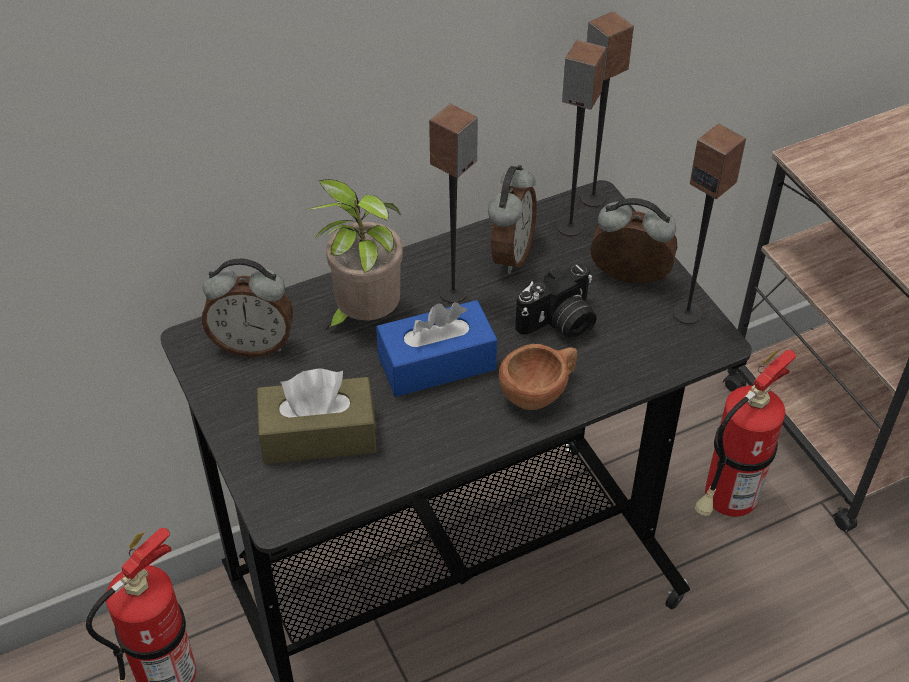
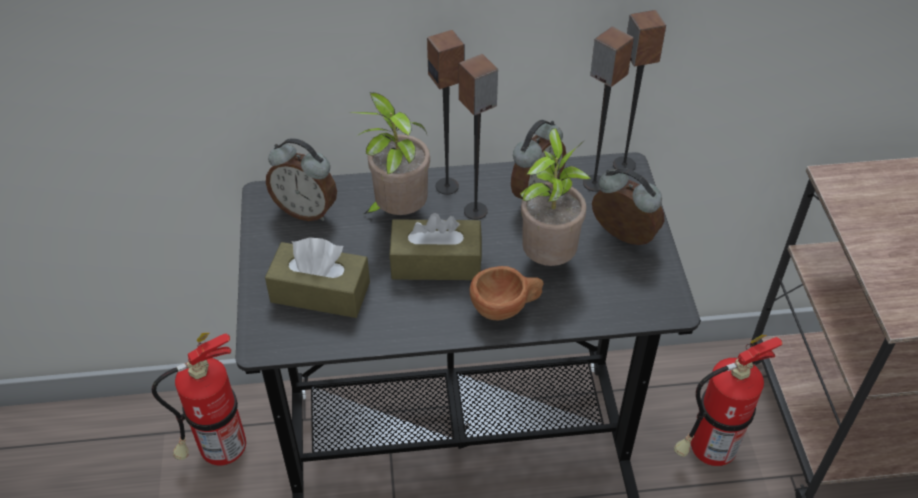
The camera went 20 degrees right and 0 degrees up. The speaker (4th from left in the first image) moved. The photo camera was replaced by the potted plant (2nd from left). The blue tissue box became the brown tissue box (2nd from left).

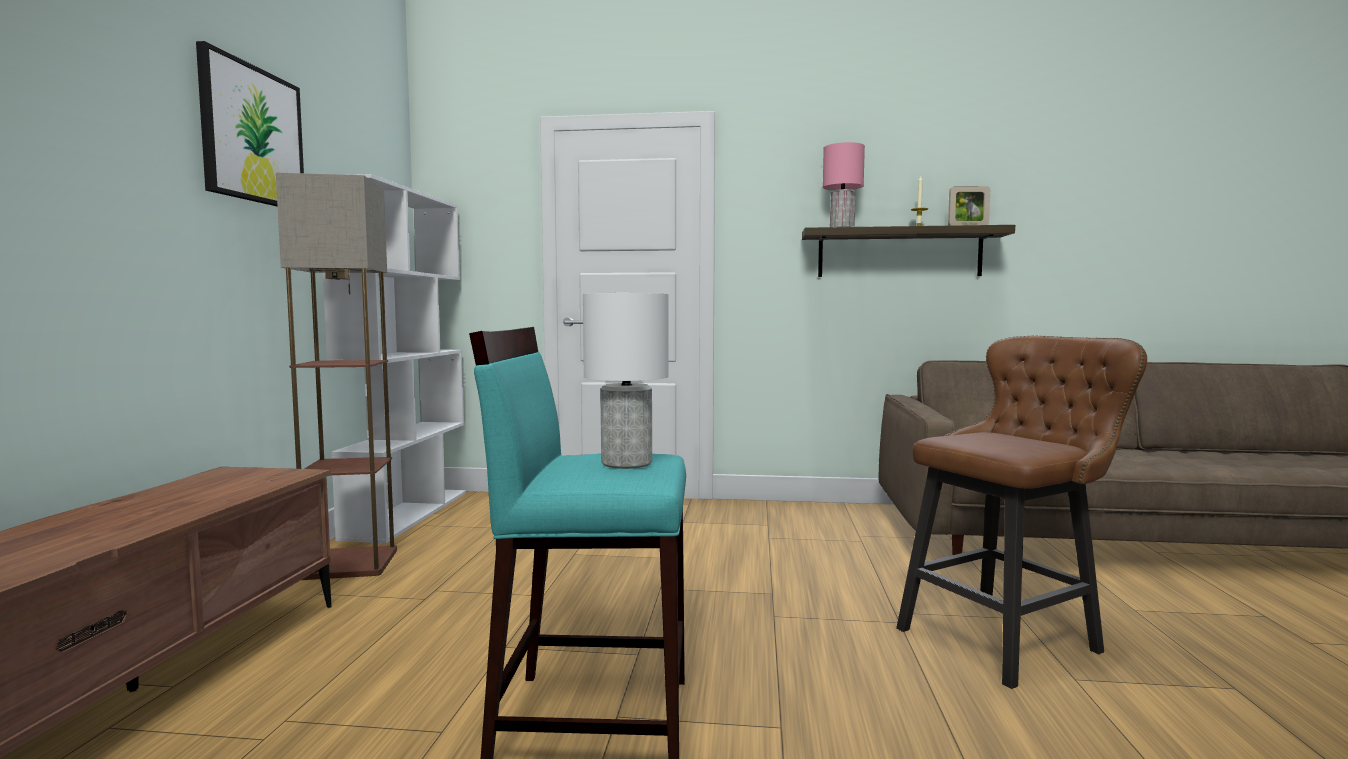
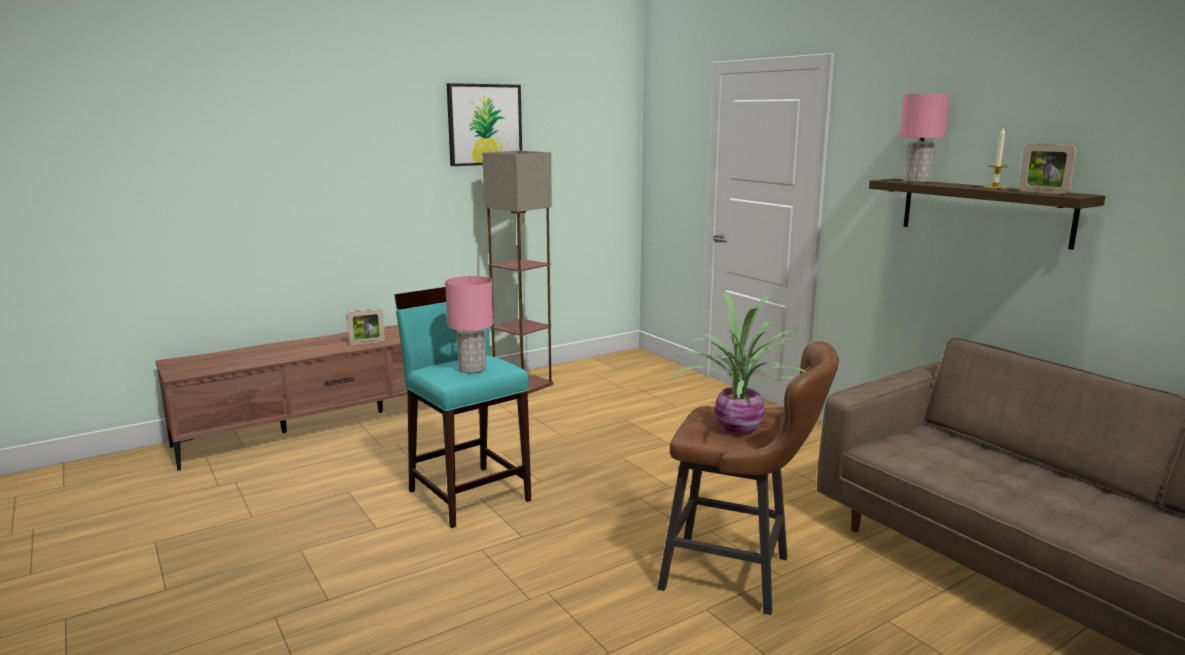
The camera went 50 degrees right and 10 degrees up. The white bookcase disappeared. The white table lamp became the pink table lamp (1st from left). The potted plant appeared. The picture frame (1st from left) appeared.

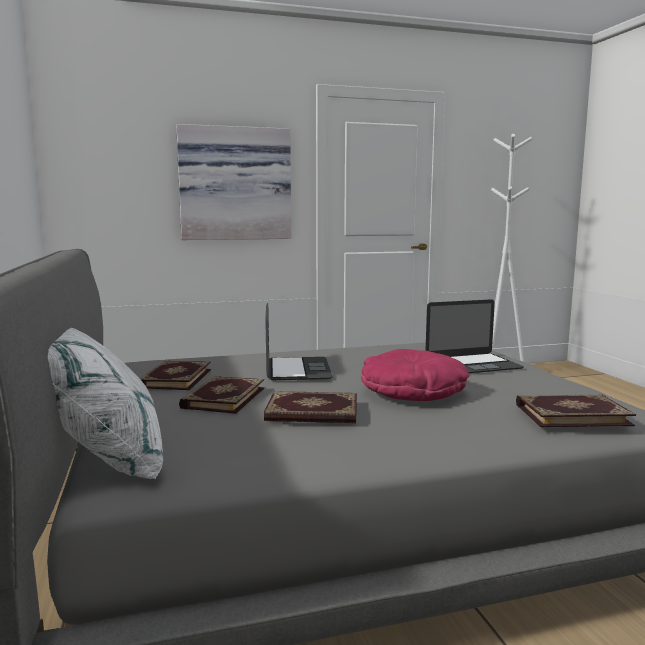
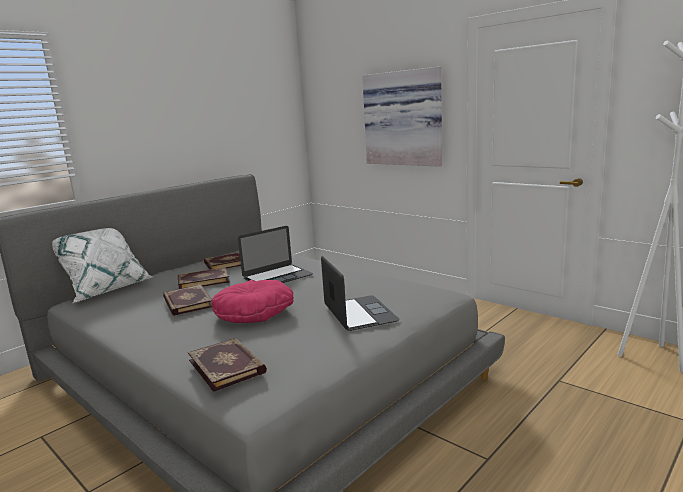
The camera went 60 degrees right and 5 degrees up. The laptop (2nd from left) turned 150 degrees counterclockwise.

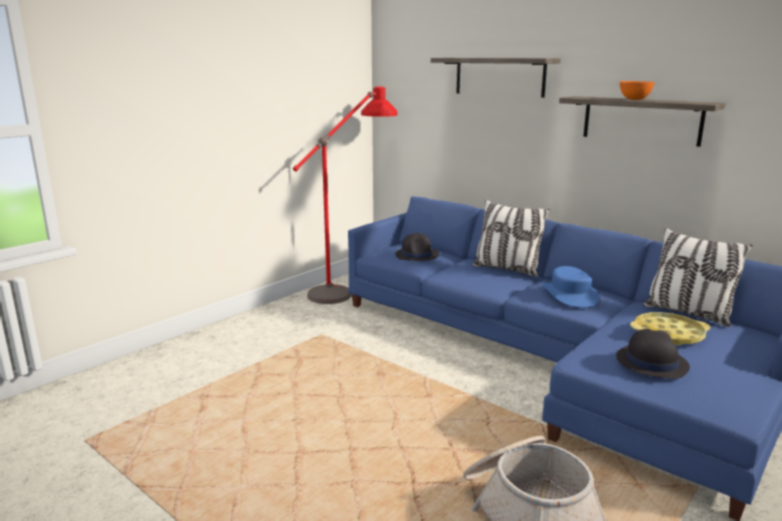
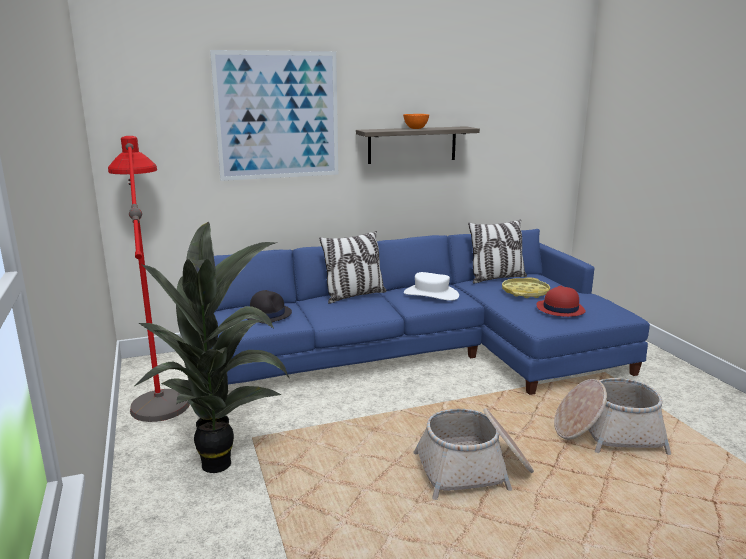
The camera went 60 degrees left and 0 degrees up. The shelf (1st from left) was replaced by the picture. The blue hat became the white hat. The black hat (2nd from left) became the red hat. The potted plant appeared. The basket (1st from left) appeared.

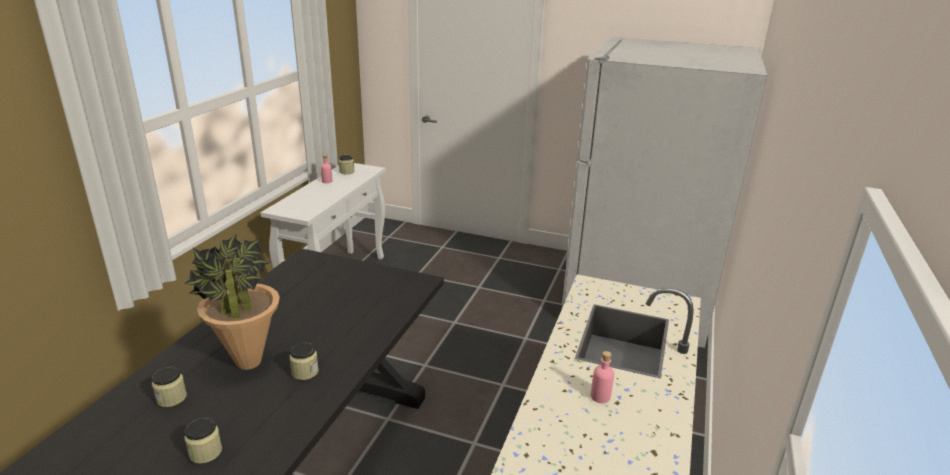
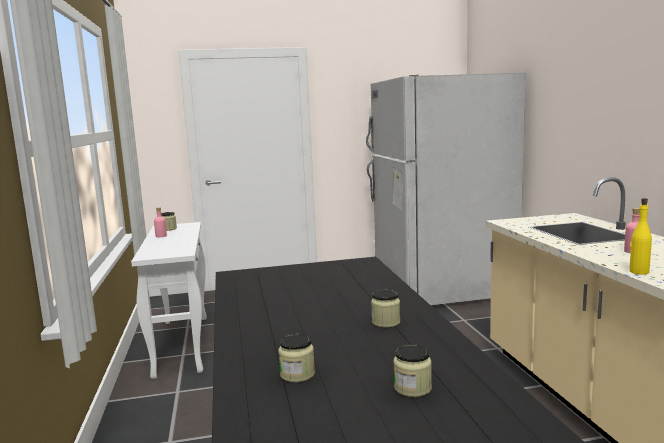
The camera went 30 degrees left and 15 degrees down. The potted plant disappeared. The yellow bottle appeared.

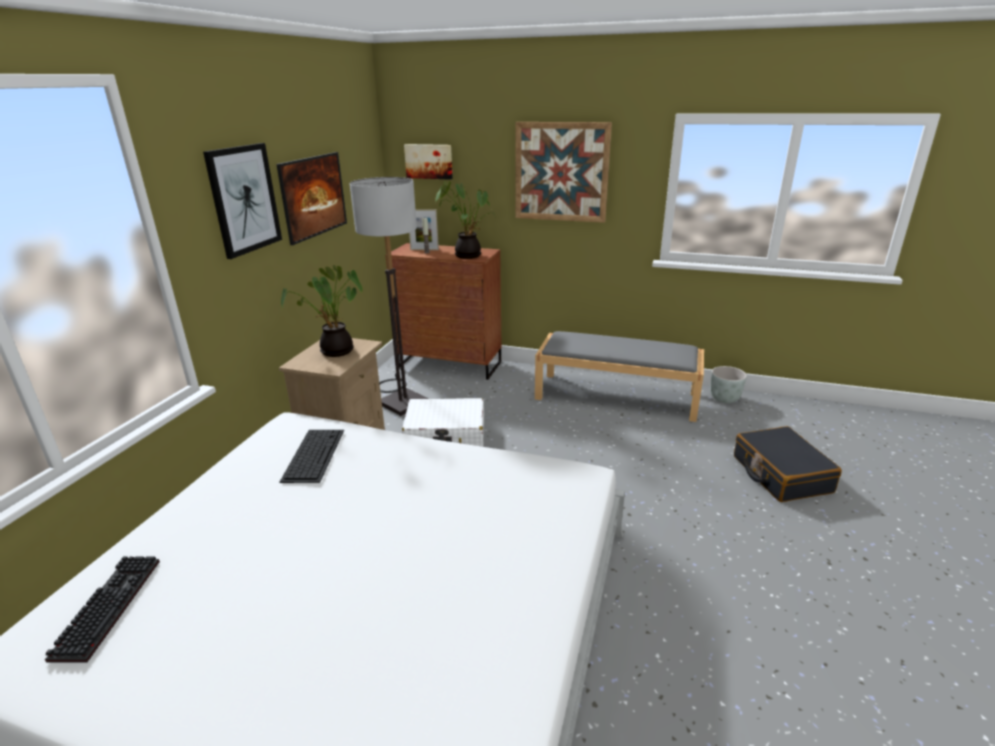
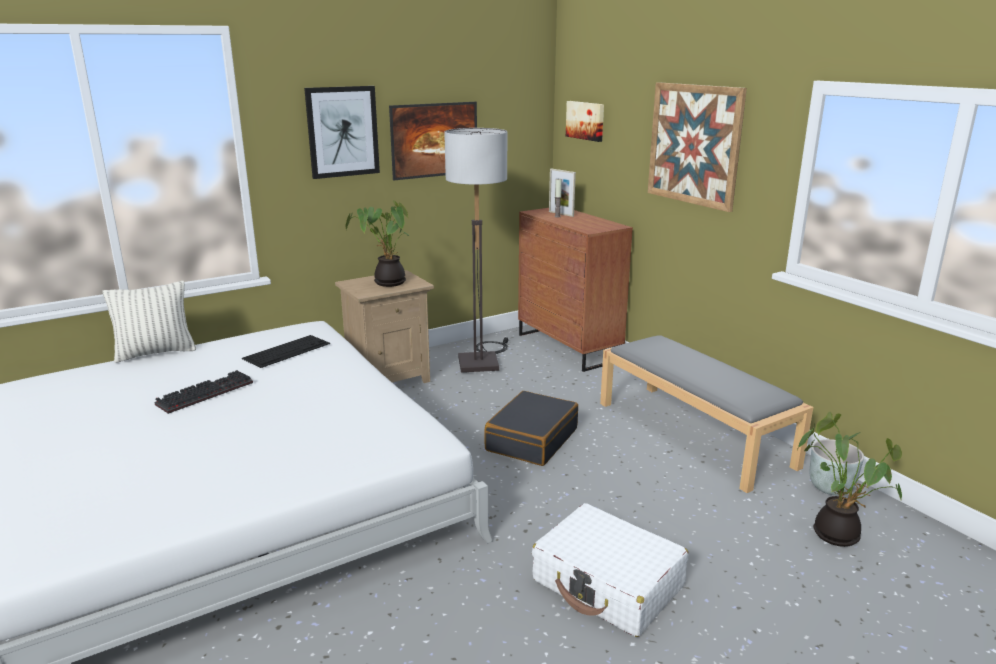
The camera went 40 degrees right and 5 degrees down. The potted plant (2nd from left) moved. The white suitcase moved. The black suitcase moved. The keyboard (1st from left) moved. The pillow appeared.

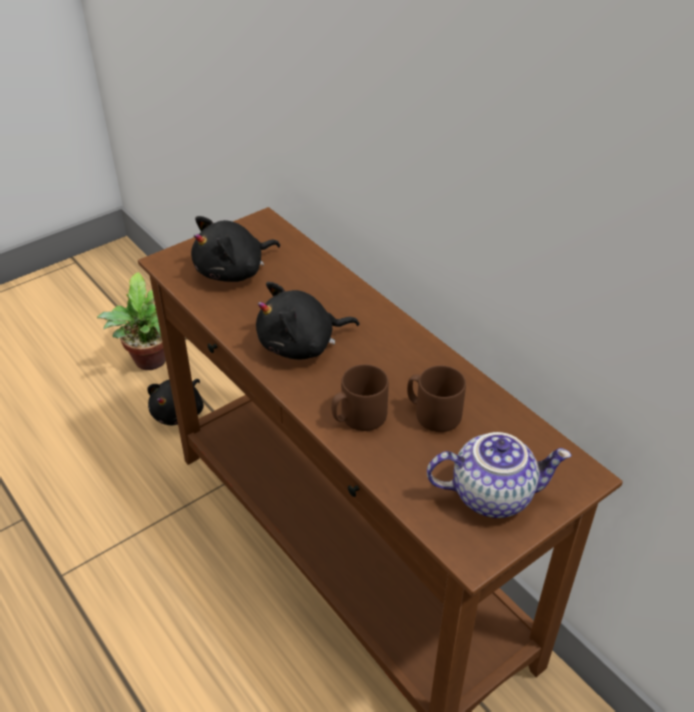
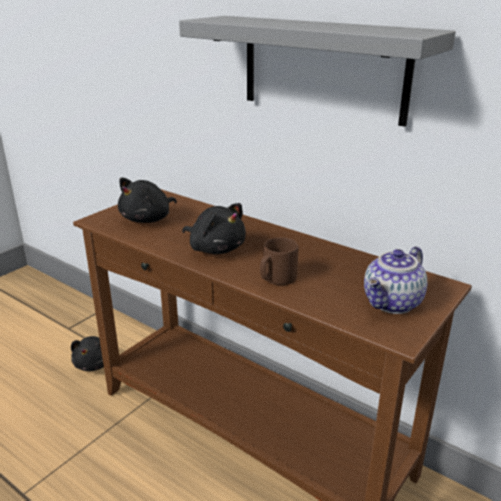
The camera went 15 degrees left and 15 degrees down. The potted plant disappeared. The black plush toy (3rd from left) turned 105 degrees counterclockwise. The brown mug (2nd from left) disappeared. The teapot turned 150 degrees clockwise. The grey shelf appeared.

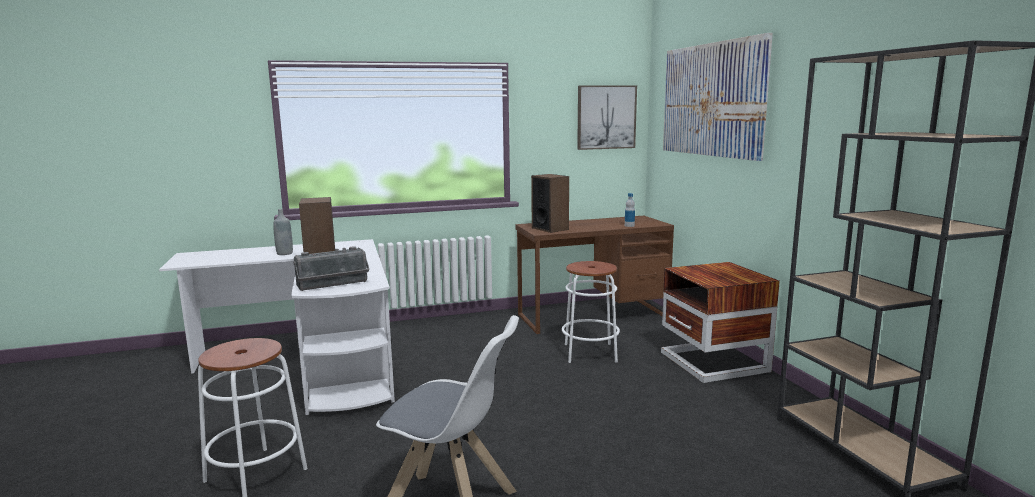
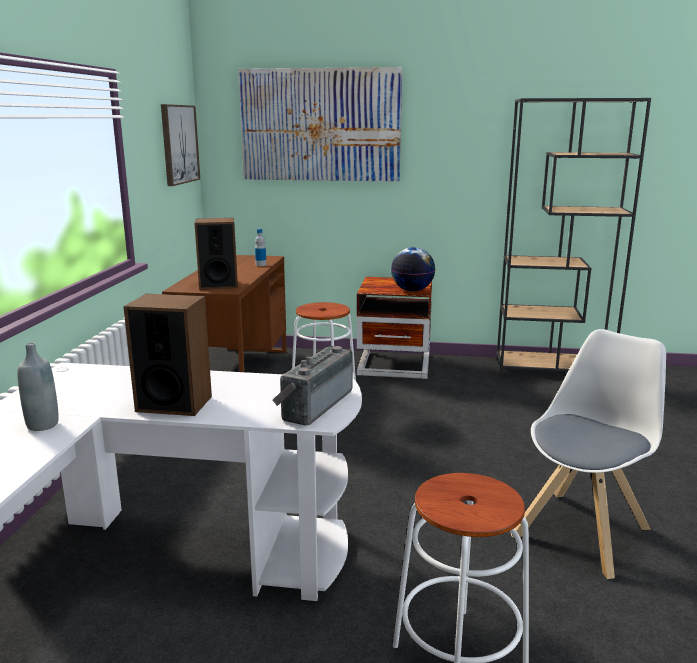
The camera went 65 degrees left and 5 degrees up. The radio turned 150 degrees counterclockwise. The globe appeared.

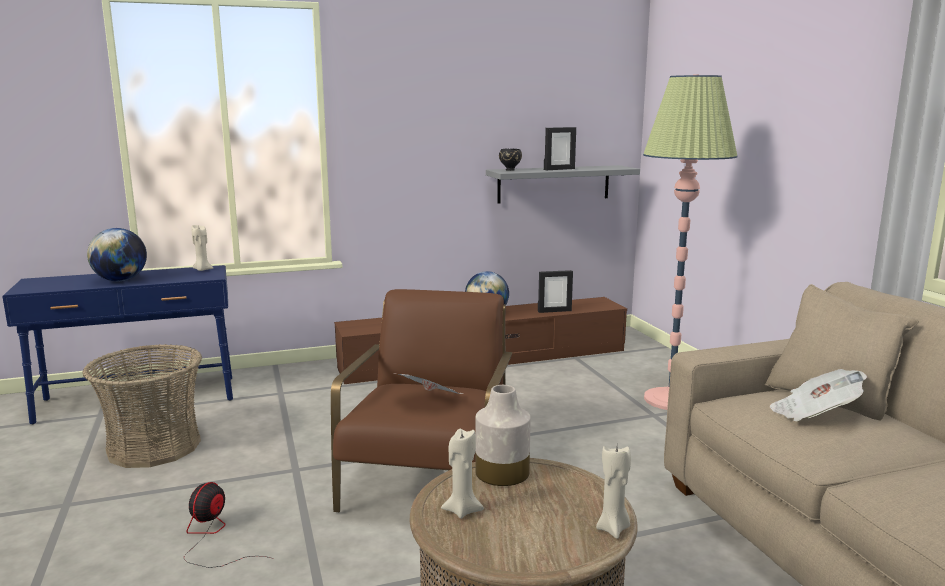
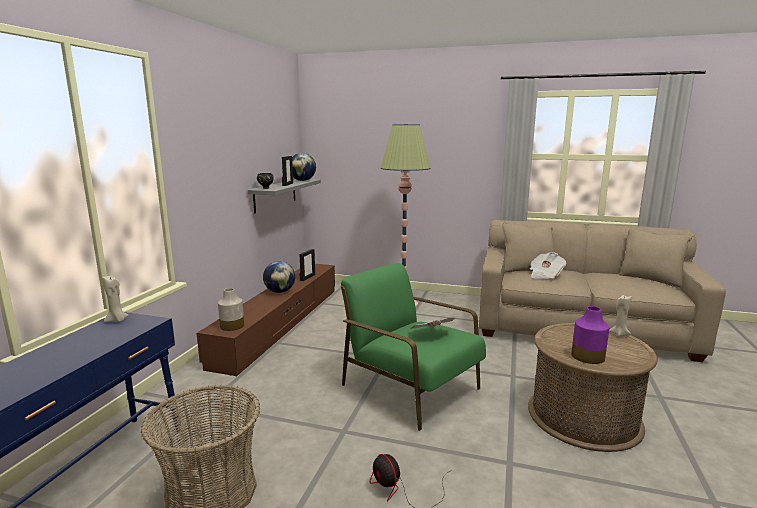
The camera went 55 degrees left and 0 degrees up. The globe (1st from left in the first image) moved. The brown armchair became the green armchair. The beige vase moved. The beige candle (2nd from left) was replaced by the purple vase.

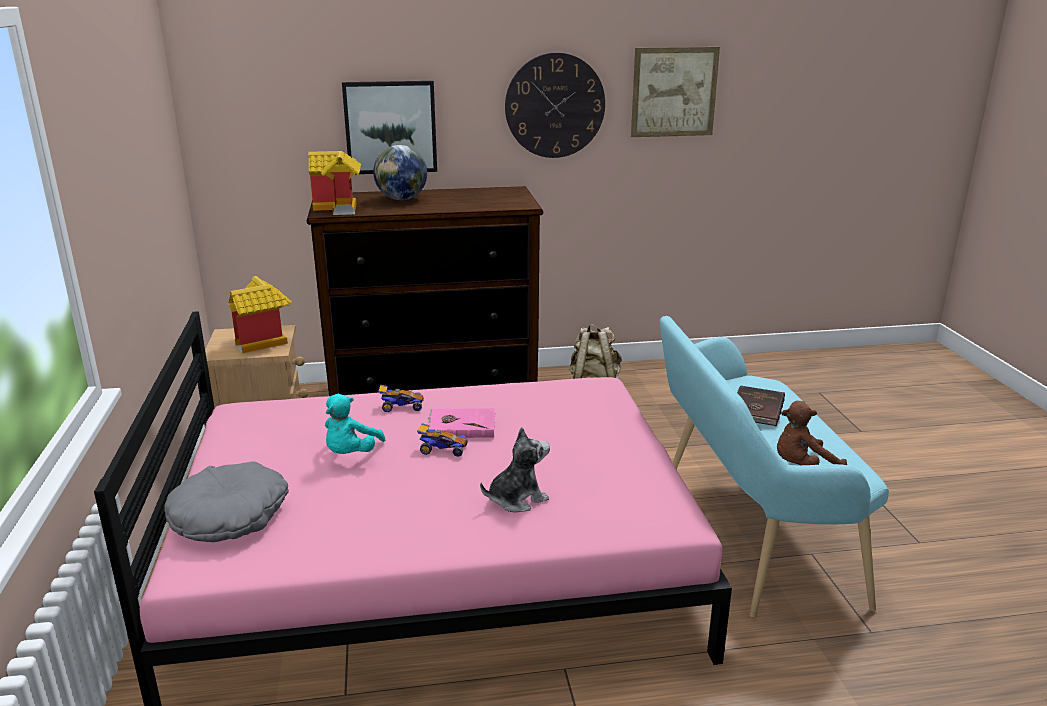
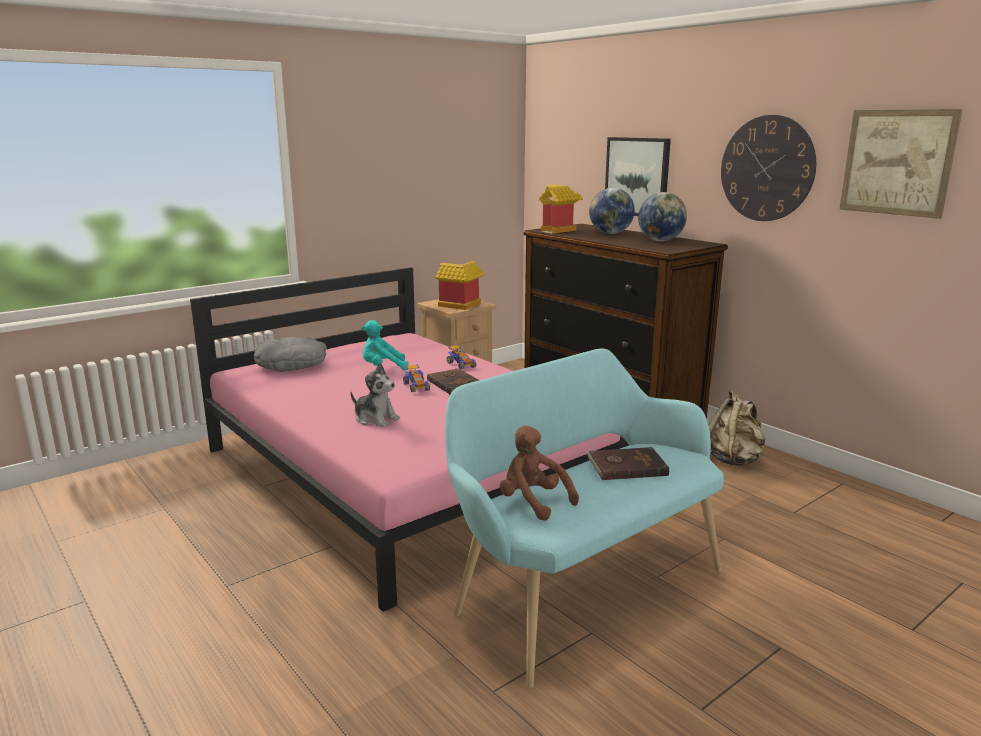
The camera went 60 degrees right and 5 degrees down. The pink book became the brown book (1st from left). The globe (2nd from left) appeared.

